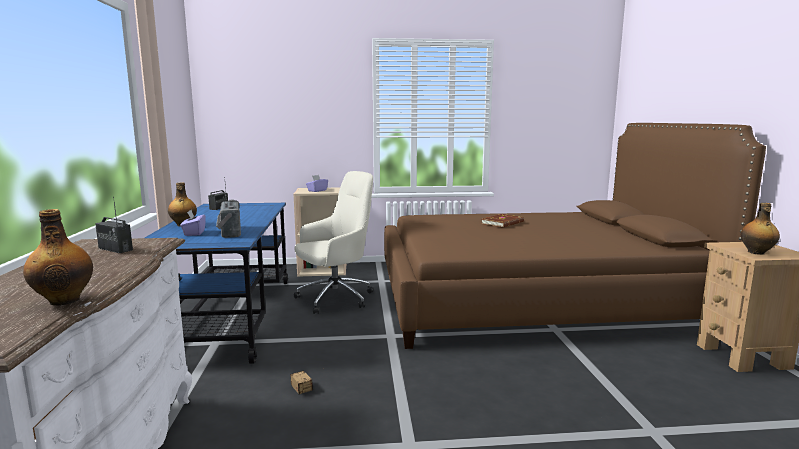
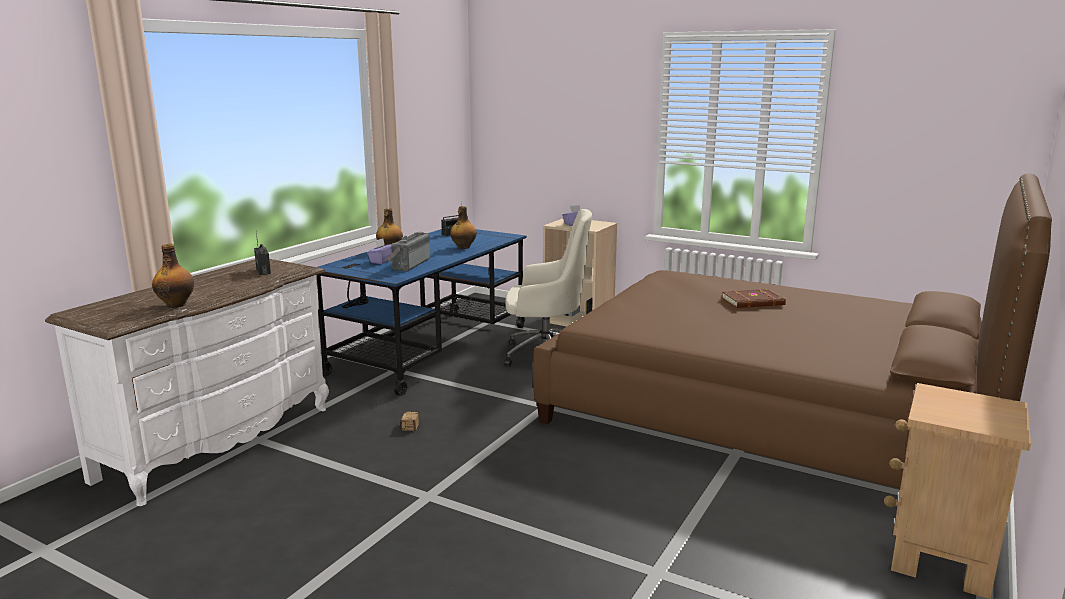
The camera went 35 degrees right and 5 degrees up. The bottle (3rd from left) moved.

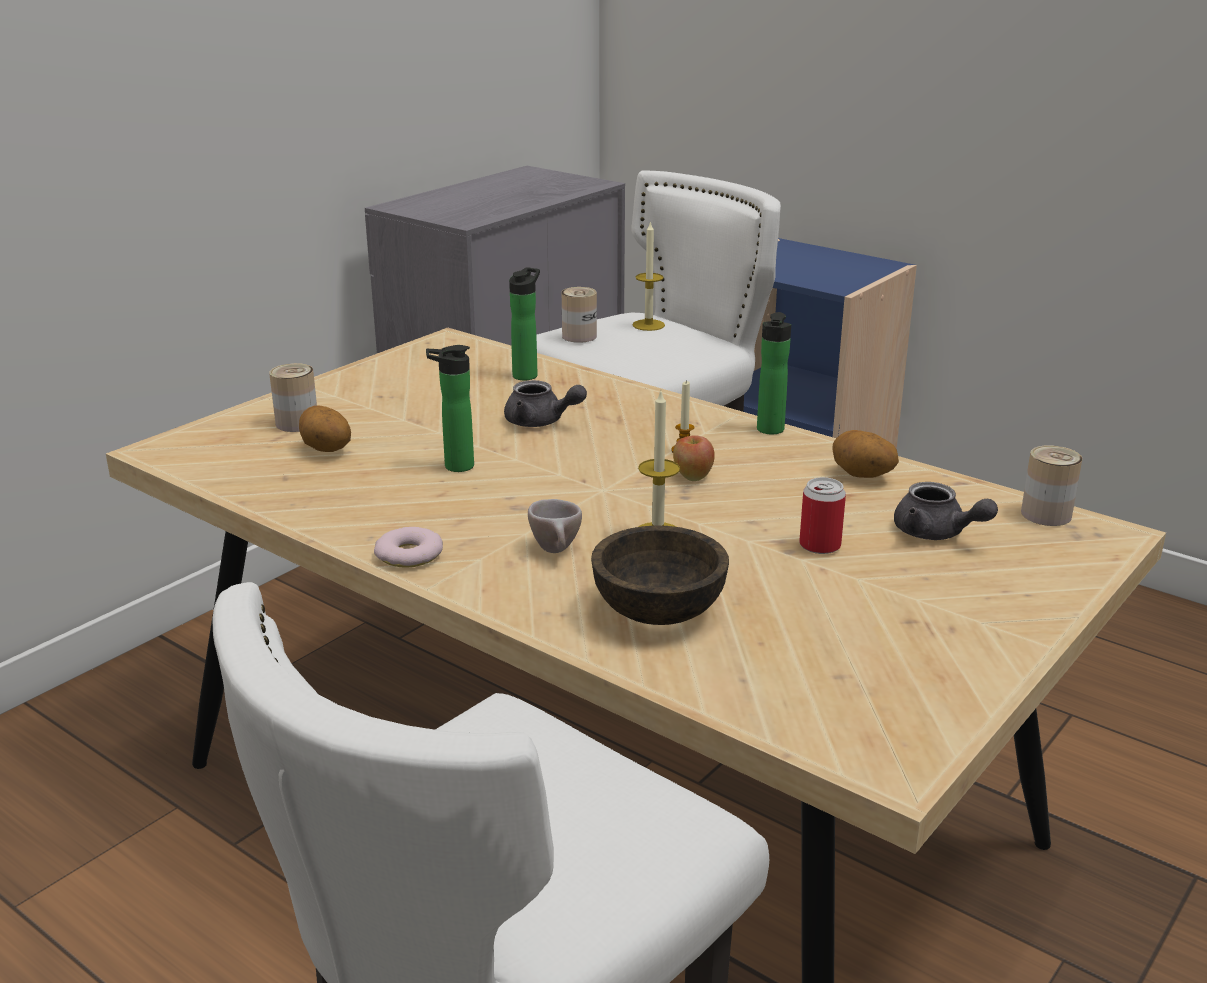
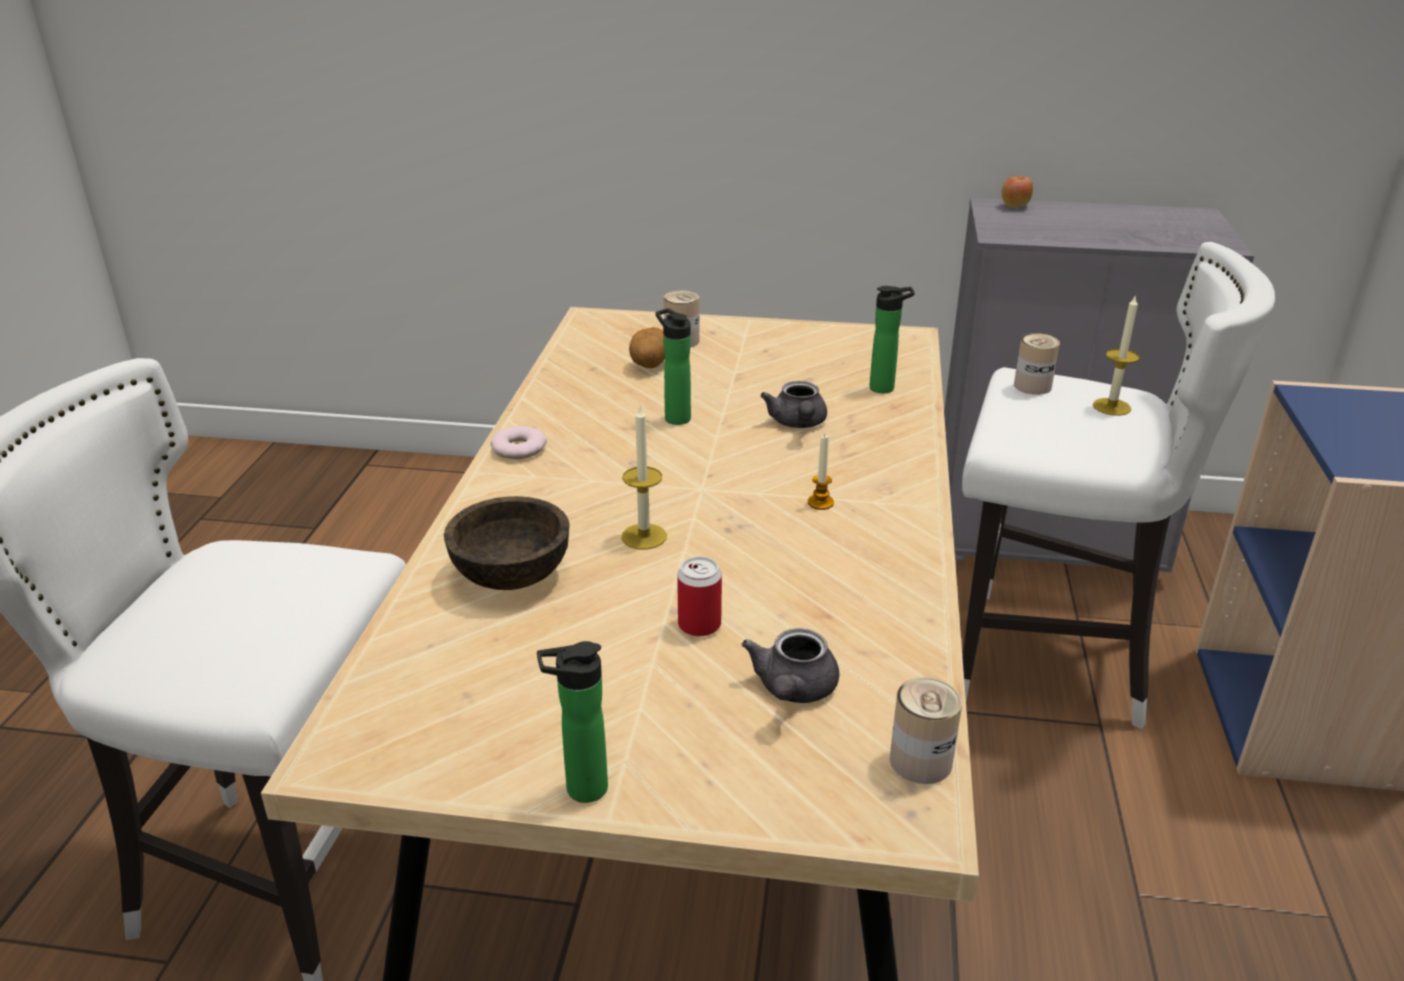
The camera went 60 degrees right and 5 degrees up. The bottle (3rd from left in the first image) moved. The potato (2nd from left) disappeared. The apple moved. The beige cup disappeared.

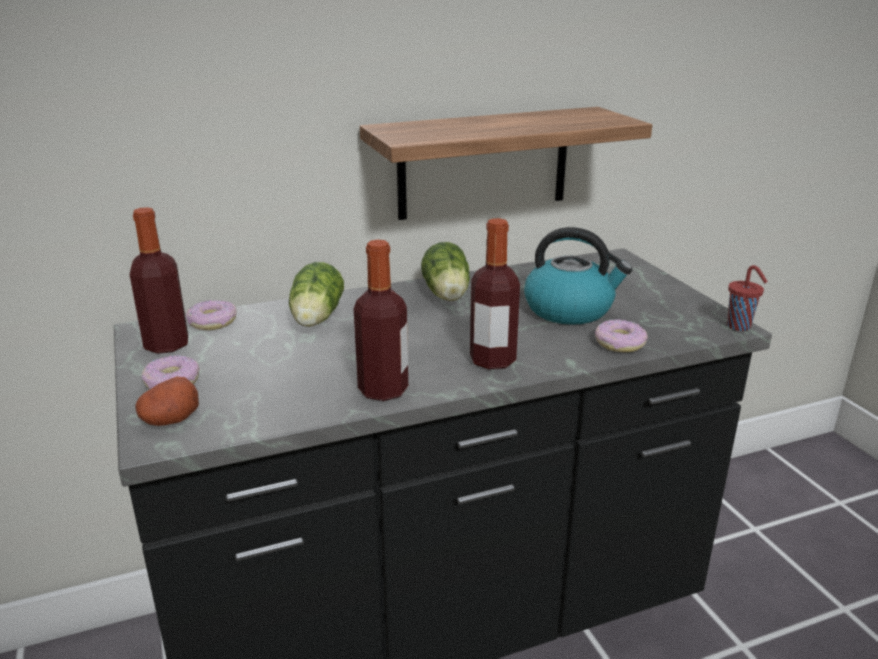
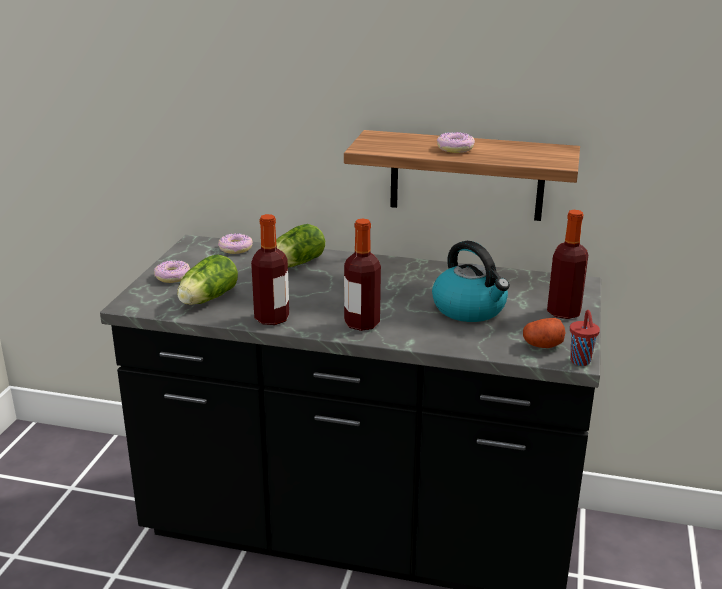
The camera went 35 degrees right and 0 degrees up. The bottle (1st from left in the first image) moved. The lettuce (2nd from left in the first image) moved. The donut (3rd from left) moved. The potato moved.

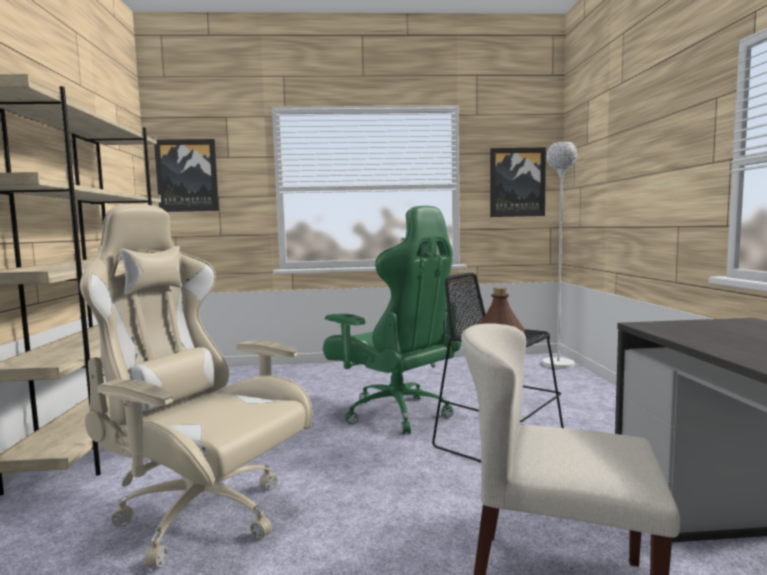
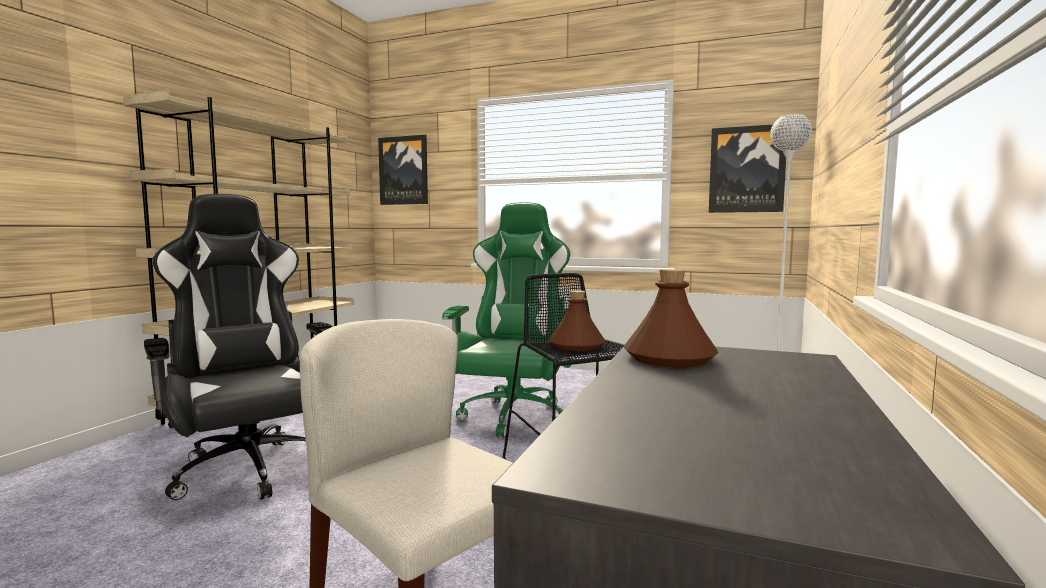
The camera went 25 degrees right and 0 degrees up. The beige office chair became the black office chair. The green office chair turned 150 degrees counterclockwise. The brown bottle (2nd from left) appeared.

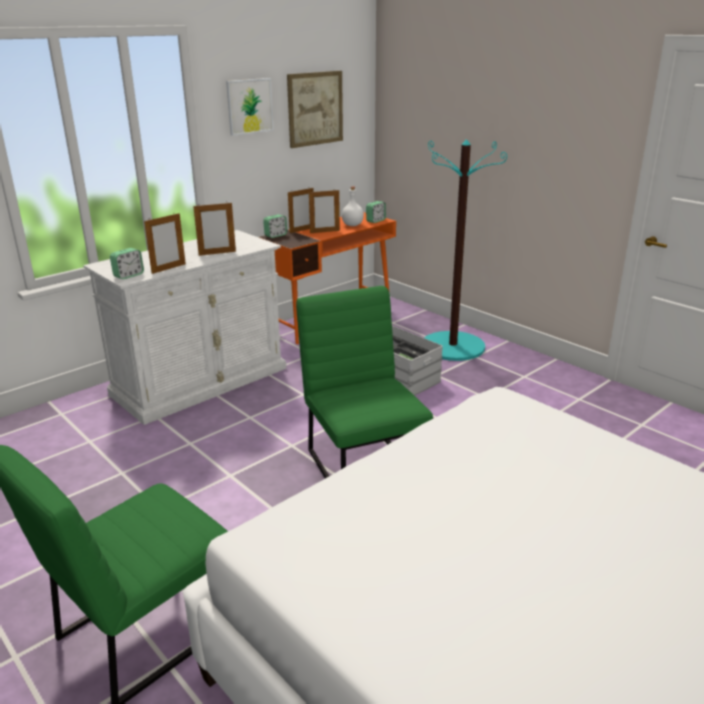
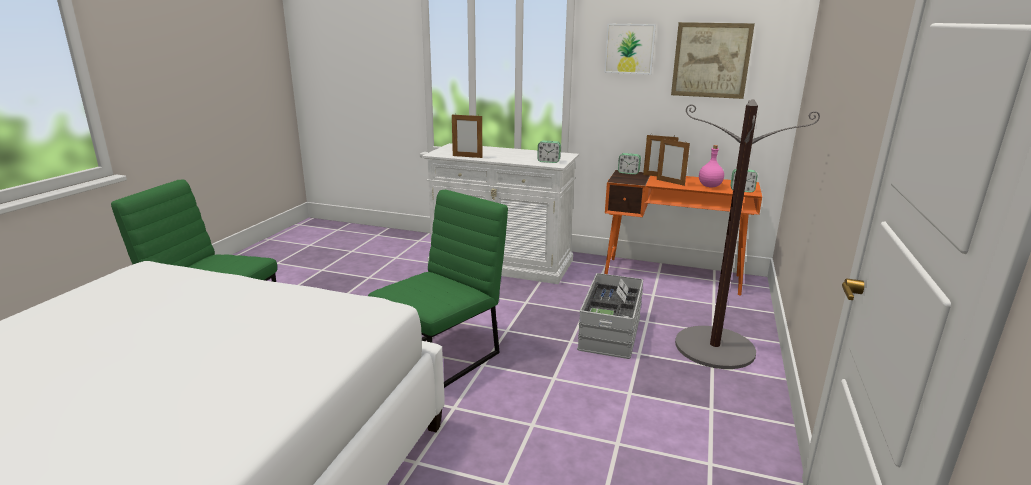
The camera went 60 degrees right and 5 degrees down. The turquoise clothes rack became the grey clothes rack. The white bottle became the pink bottle. The picture frame (2nd from left) disappeared. The alarm clock (1st from left) moved.

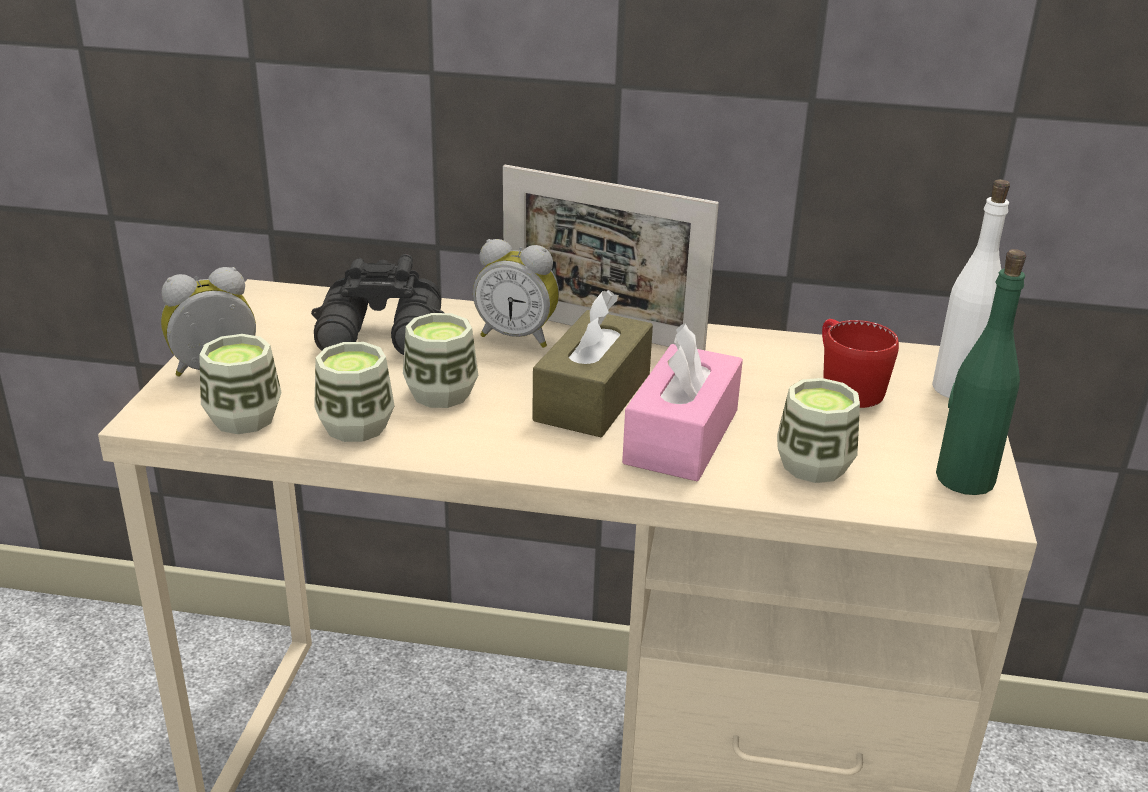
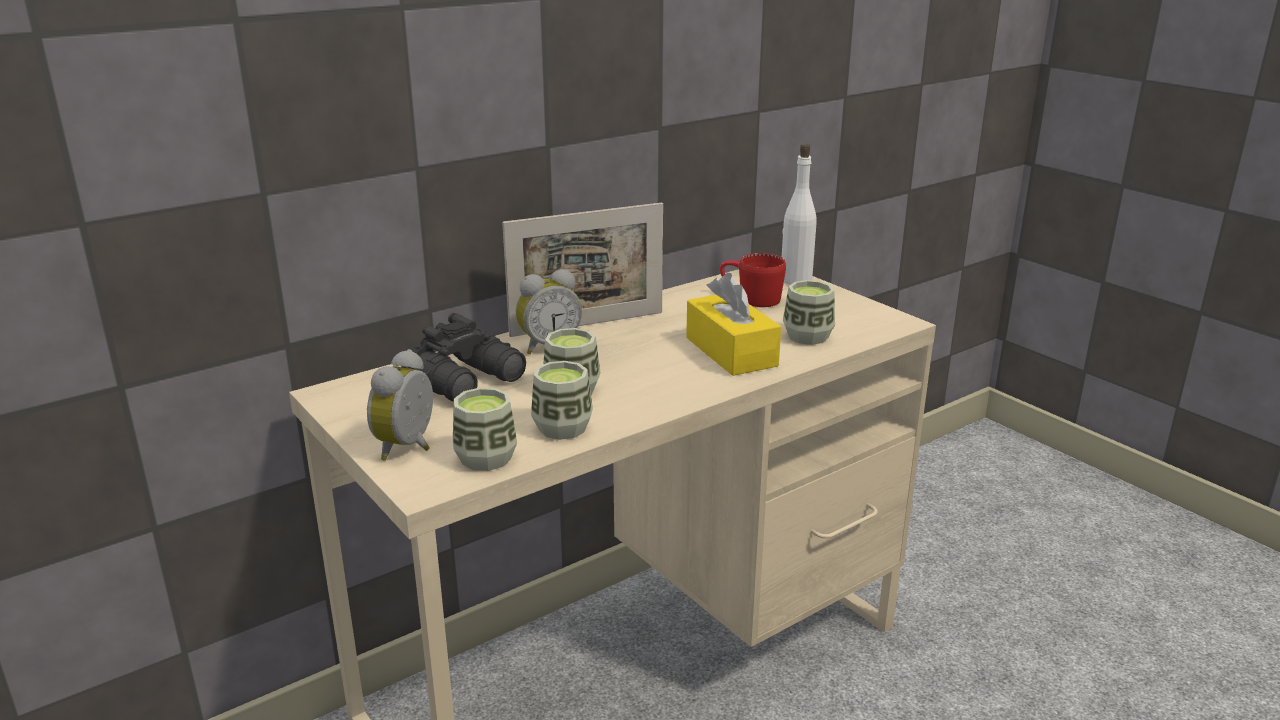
The camera went 45 degrees left and 5 degrees down. The green bottle disappeared. The brown tissue box disappeared. The pink tissue box became the yellow tissue box.

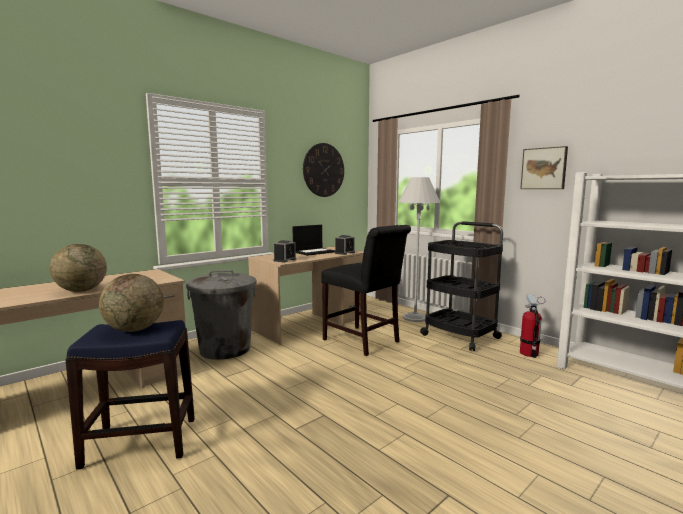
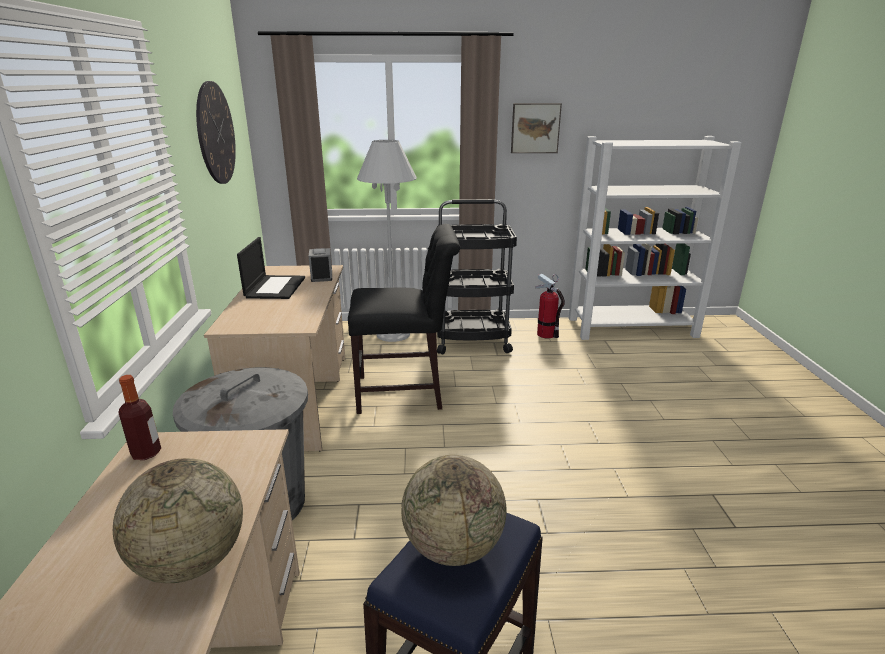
The camera went 50 degrees left and 15 degrees up. The alarm clock (1st from left) disappeared. The bottle appeared.

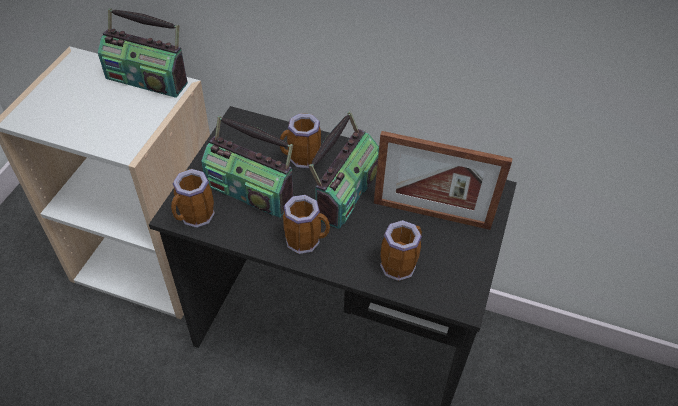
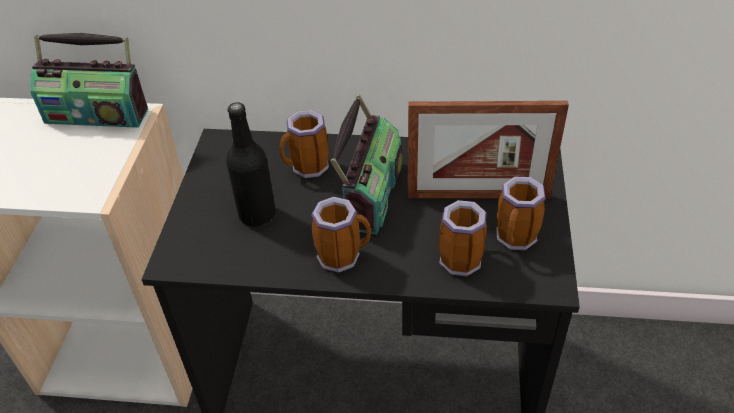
The camera went 10 degrees left and 5 degrees down. The radio (2nd from left) was replaced by the black bottle. The mug (1st from left in the first image) moved.

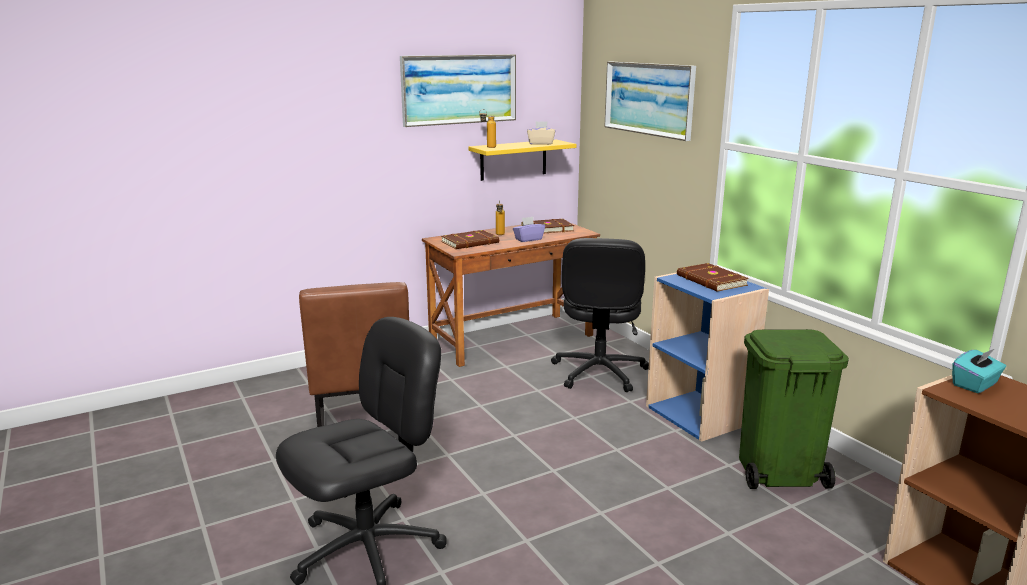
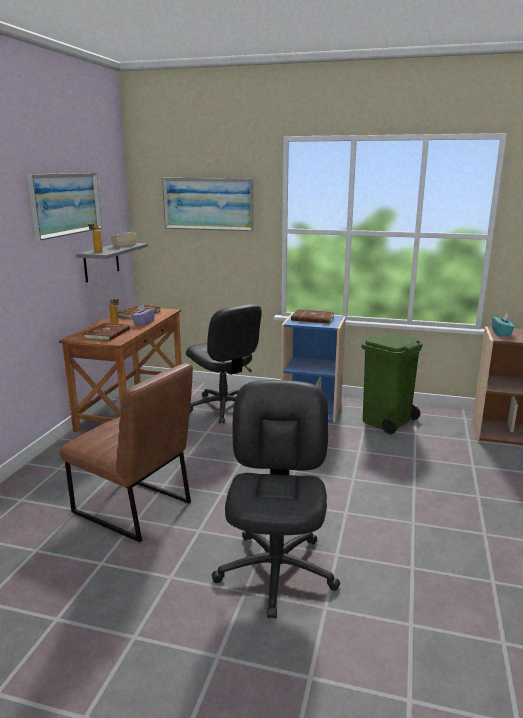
The camera went 45 degrees left and 0 degrees up. The yellow shelf became the grey shelf.

